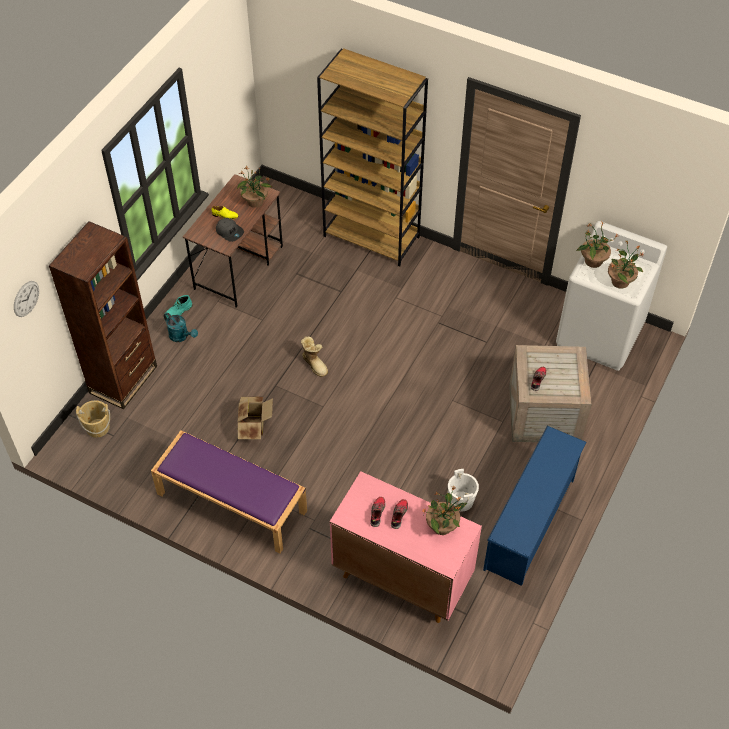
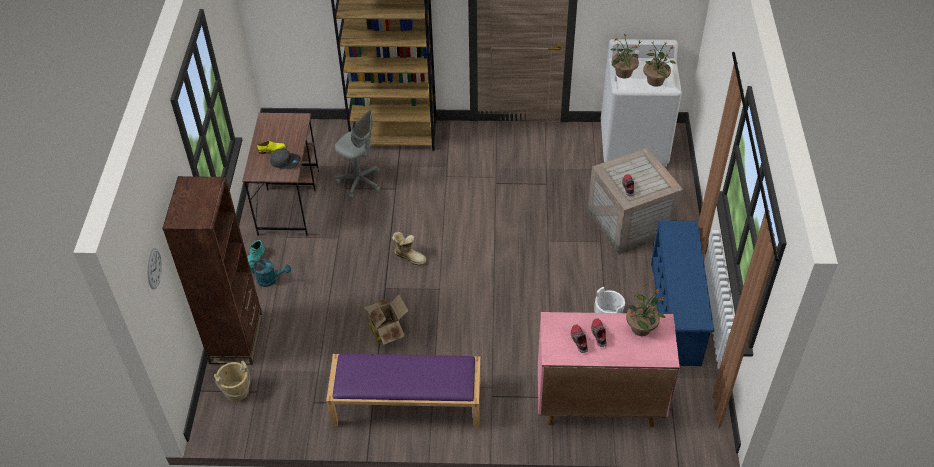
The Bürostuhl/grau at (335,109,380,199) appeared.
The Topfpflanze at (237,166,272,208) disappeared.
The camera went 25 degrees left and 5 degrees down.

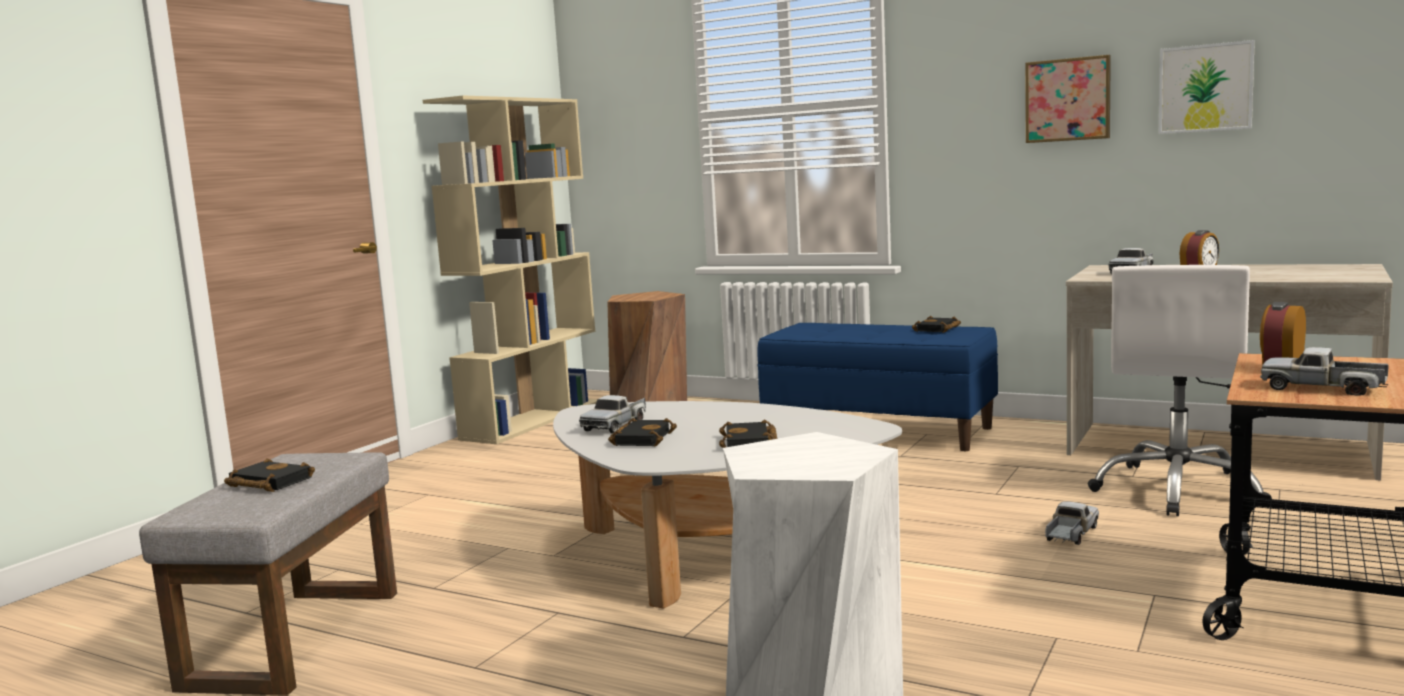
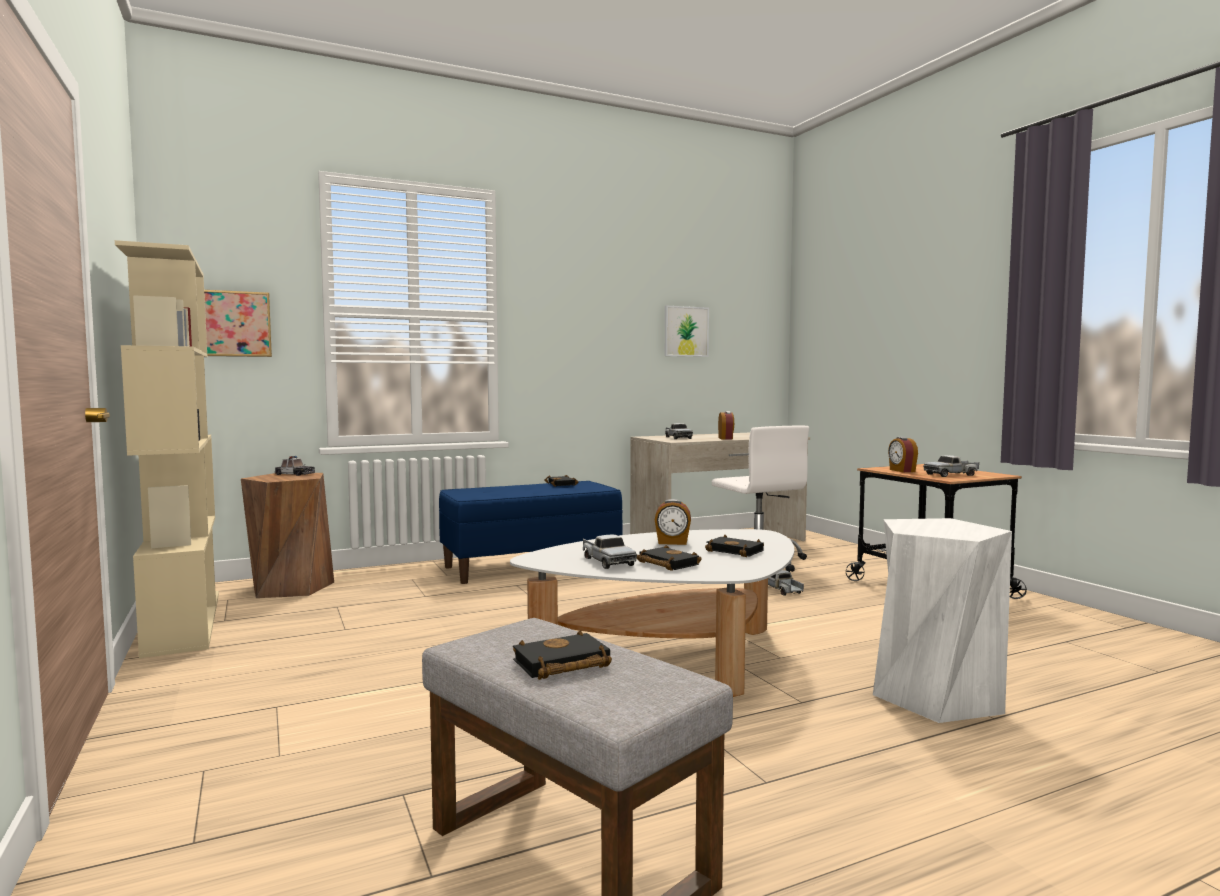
The Bild moved from (1025,55,1111,143) to (204,290,272,357).
The Spielzeugauto at (275,456,315,476) appeared.
The Wecker at (655,499,691,545) appeared.
The camera went 55 degrees left and 5 degrees down.

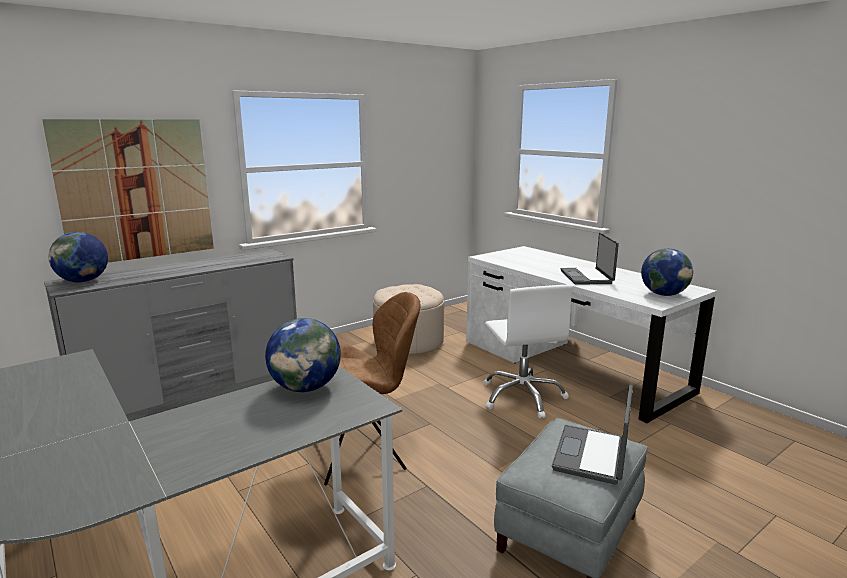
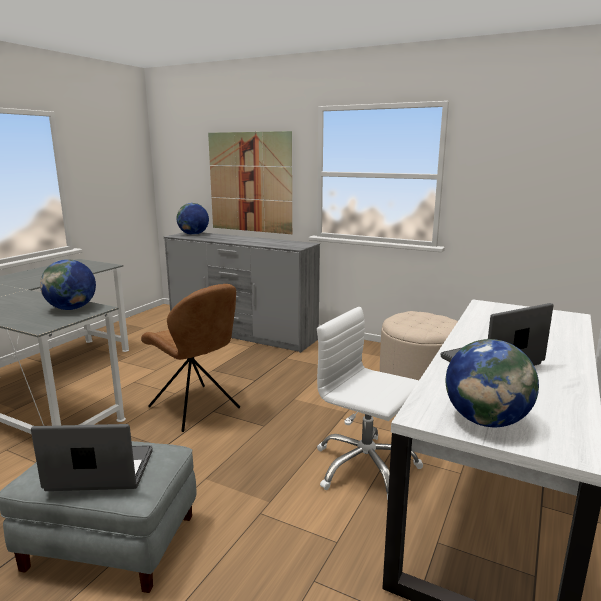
The Bürostuhl/weiß at (483,285,573,419) turned 75 degrees clockwise.
The camera went 65 degrees right and 0 degrees up.

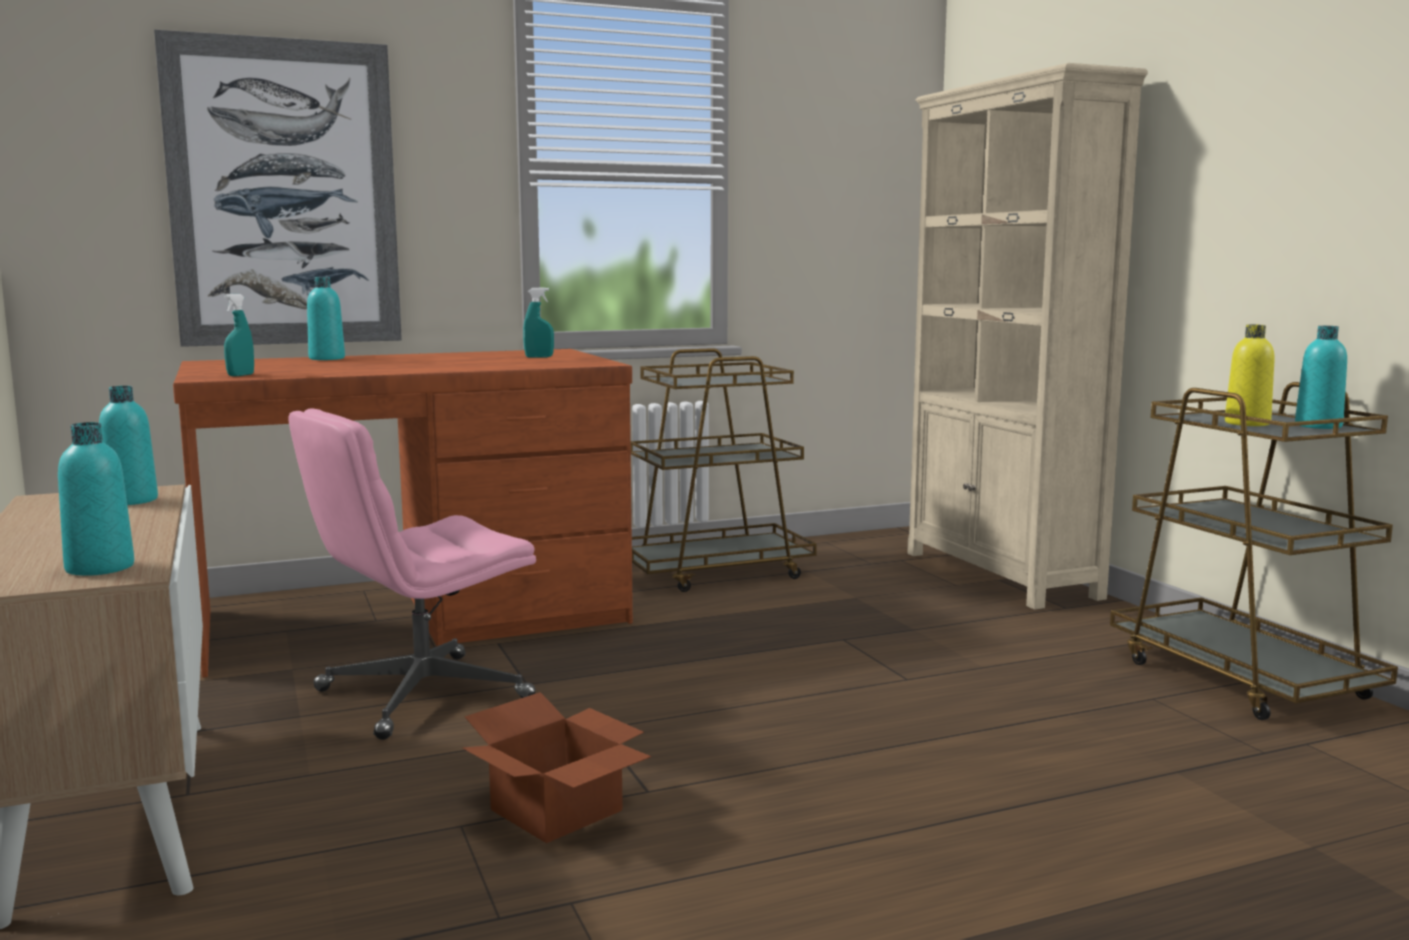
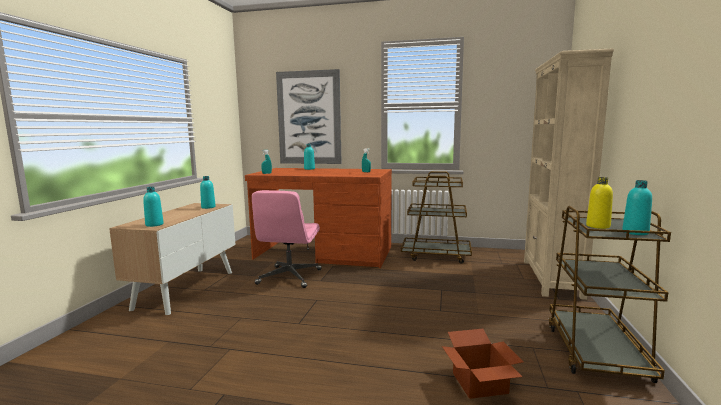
The Bürostuhl/rosa at (288,408,536,740) turned 75 degrees counterclockwise.
The Karton moved from (462,692,652,843) to (442,329,523,399).
The camera went 35 degrees right and 0 degrees up.

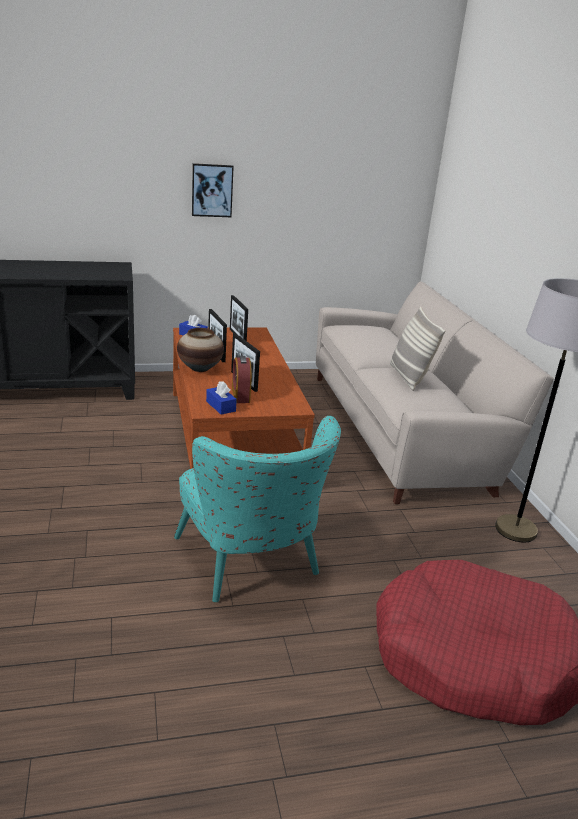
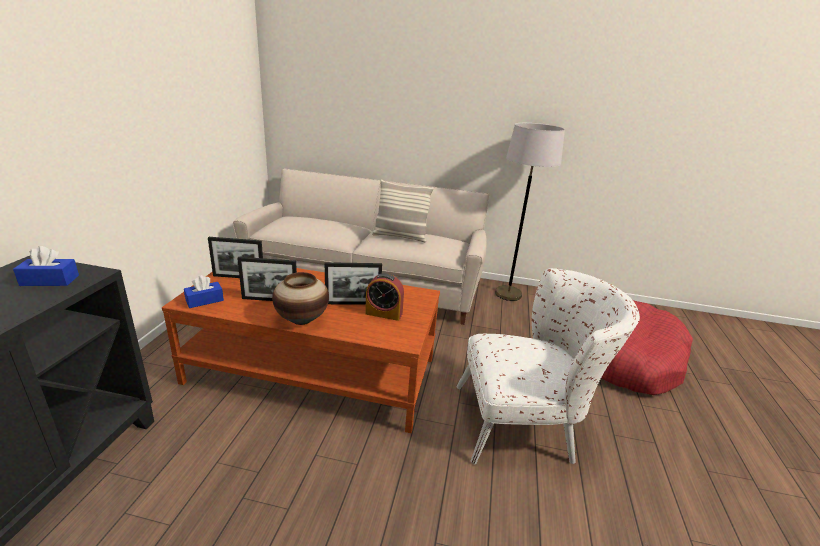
The Taschentuchbox/blau moved from (206,381,237,415) to (13,246,79,286).
The Sessel/türkis at (174,416,341,602) became the Sessel/weiß at (457,268,640,465).
The Bild at (192,163,234,217) disappeared.
The camera went 65 degrees left and 0 degrees up.

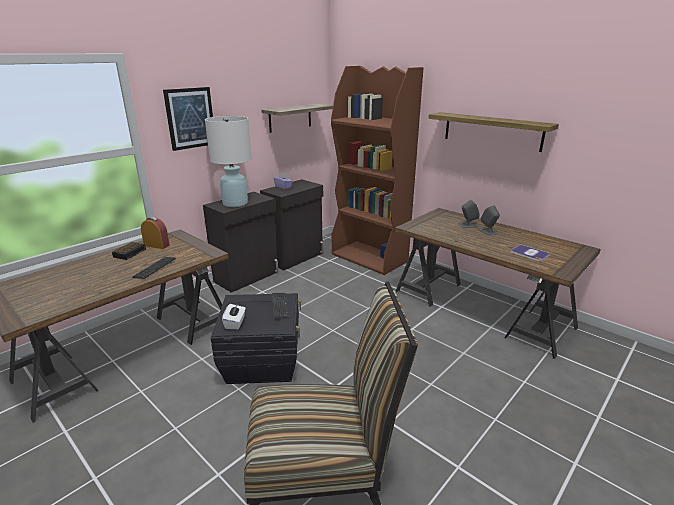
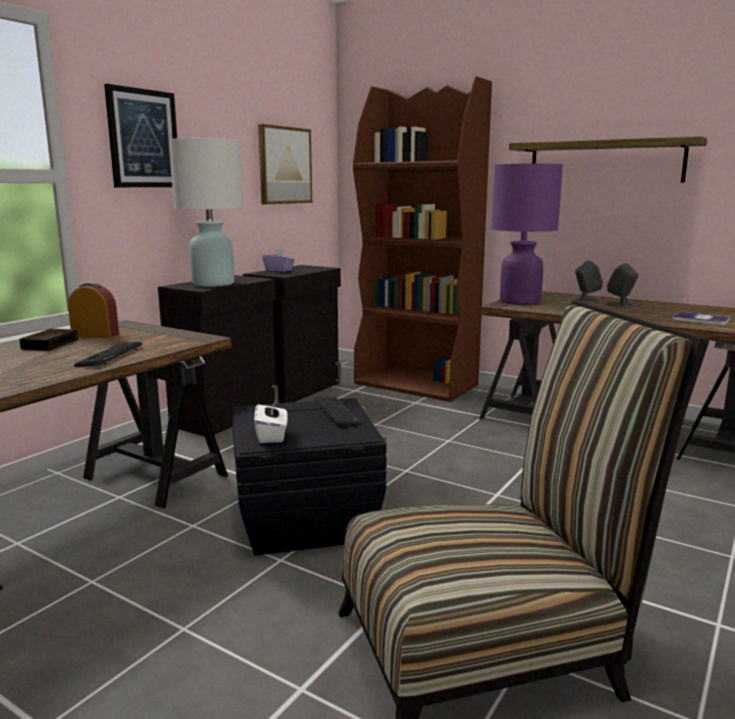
The Wandregal at (261,104,333,133) was replaced by the Bild at (258,124,312,204).
The Tischlampe/lila at (492,163,563,305) appeared.
The camera went 10 degrees left and 10 degrees down.

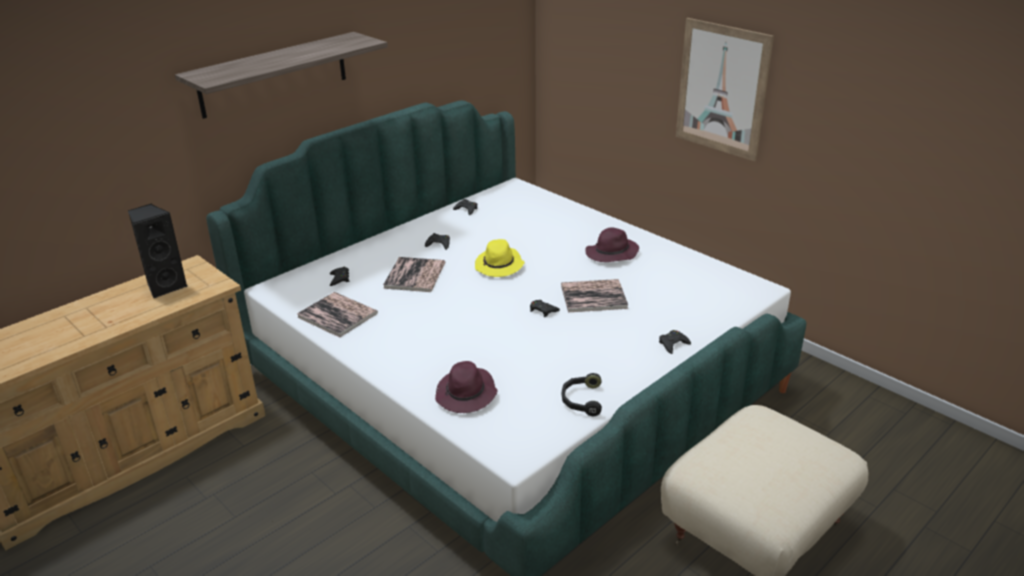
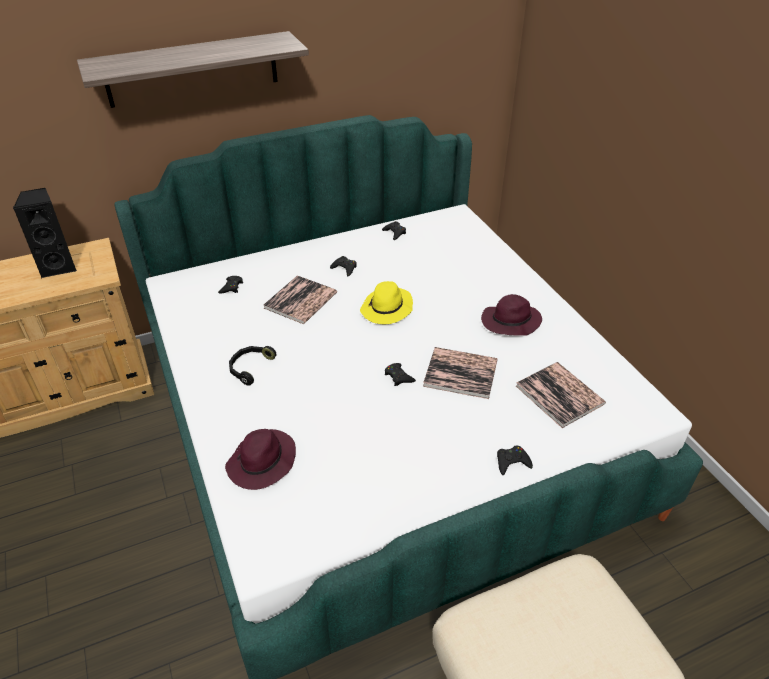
The Kopfhörer/schwarz moved from (562,373,602,416) to (229,346,276,386).
The Buch moved from (297,292,378,338) to (516,362,606,428).
The Bild at (676,18,774,162) disappeared.
The camera went 20 degrees right and 10 degrees up.

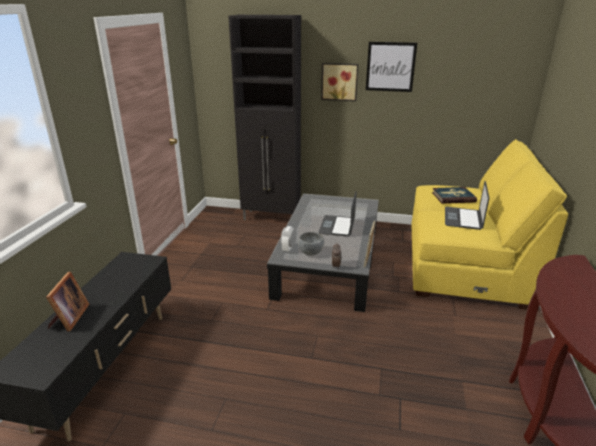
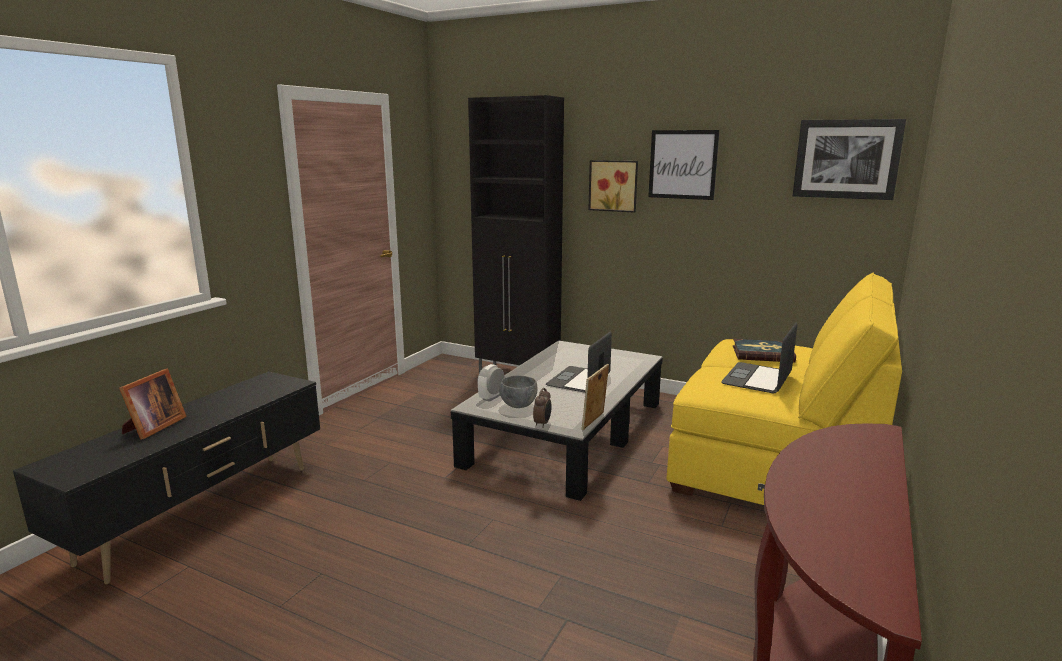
The Bild at (793,119,906,200) appeared.
The camera went 15 degrees right and 10 degrees down.

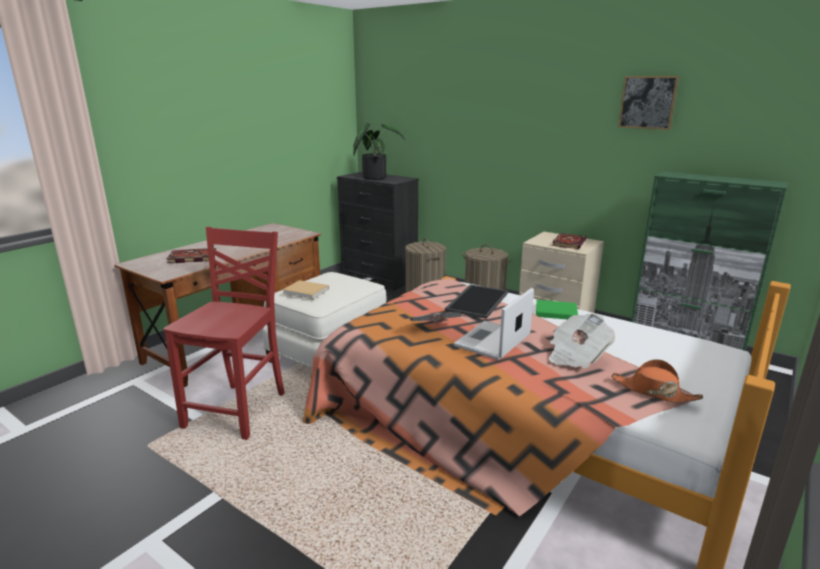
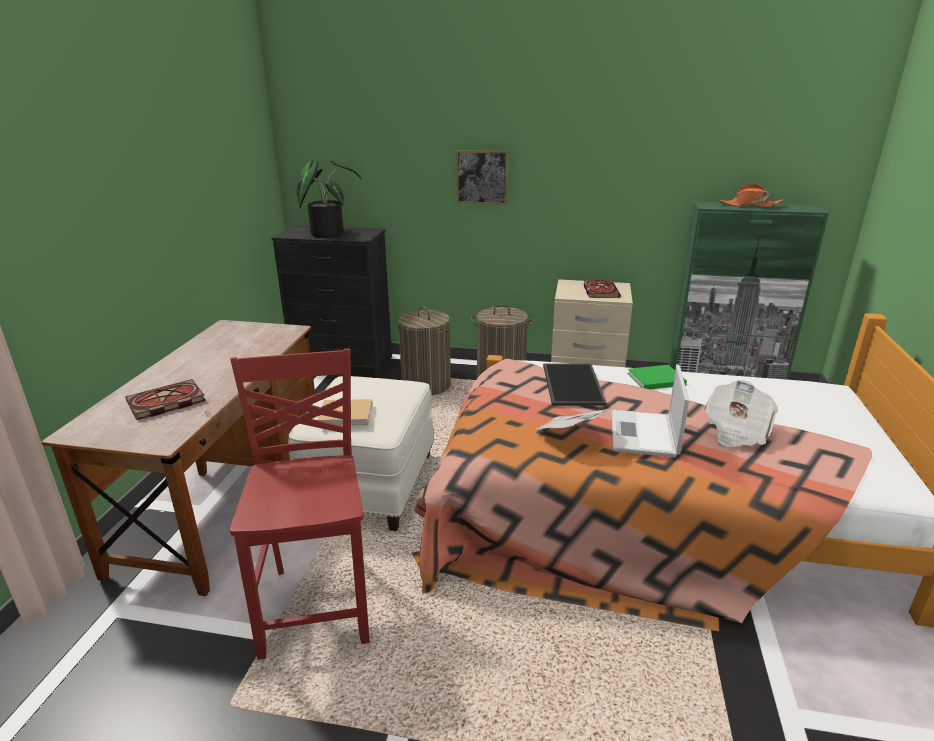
The Bild moved from (618,76,679,130) to (456,150,508,205).
The Hut/orange moved from (611,359,703,403) to (719,183,784,207).
The camera went 25 degrees left and 5 degrees up.

